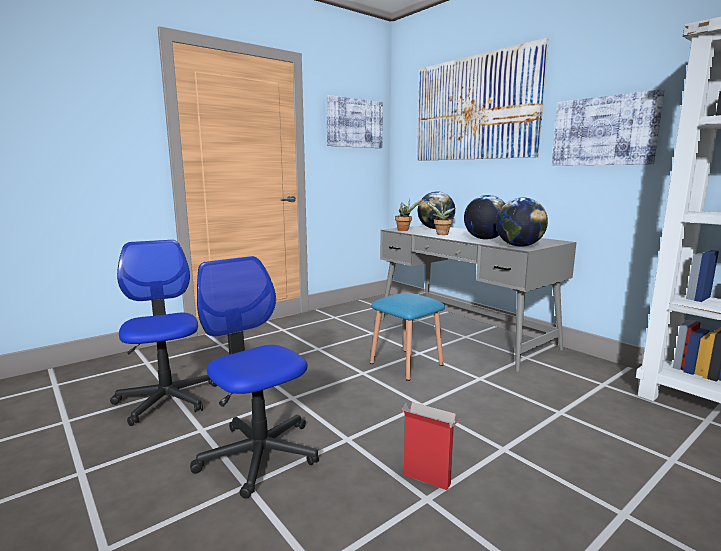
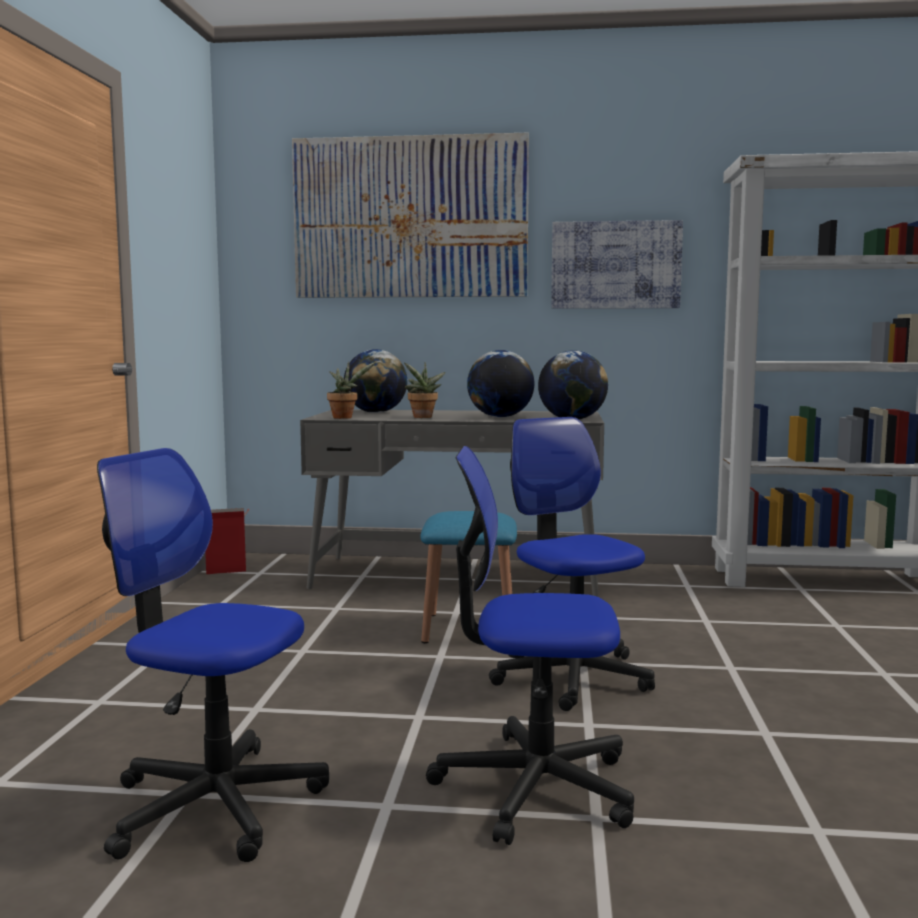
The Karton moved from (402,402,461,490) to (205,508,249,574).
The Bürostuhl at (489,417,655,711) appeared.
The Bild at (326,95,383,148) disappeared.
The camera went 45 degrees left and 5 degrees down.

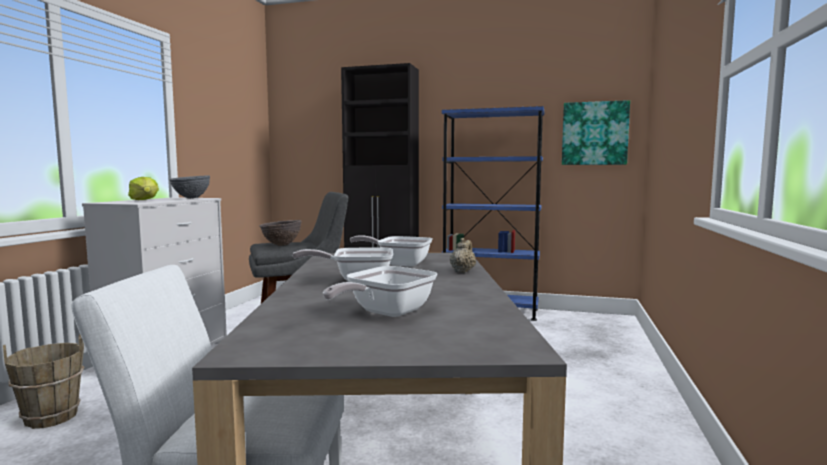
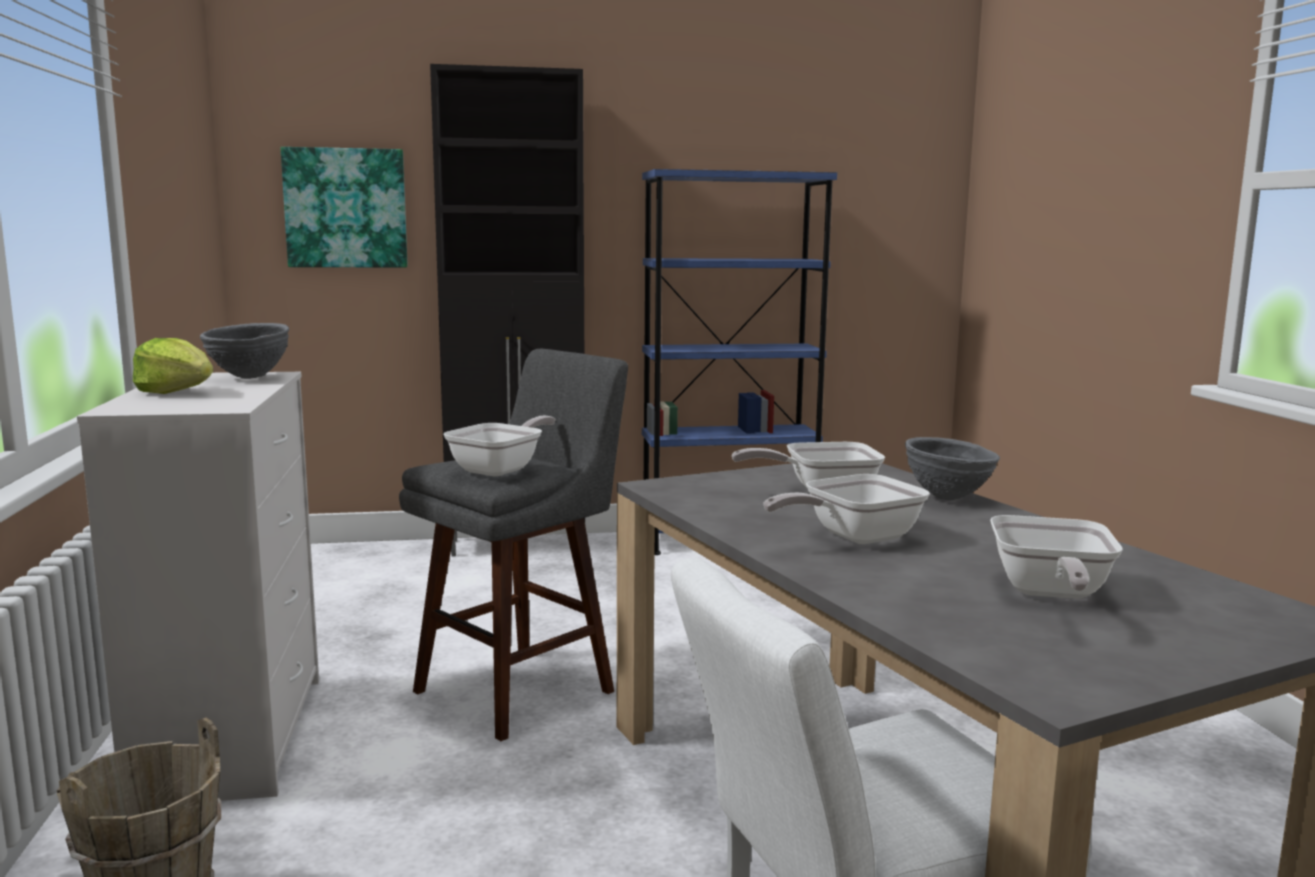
The Bild moved from (562,100,630,165) to (281,147,408,268).
The Schüssel/braun at (259,220,302,246) was replaced by the Pfanne at (443,416,556,476).
The Teekanne/beige at (450,238,476,273) was replaced by the Schüssel/grau at (905,437,1000,501).
The camera went 25 degrees left and 5 degrees up.

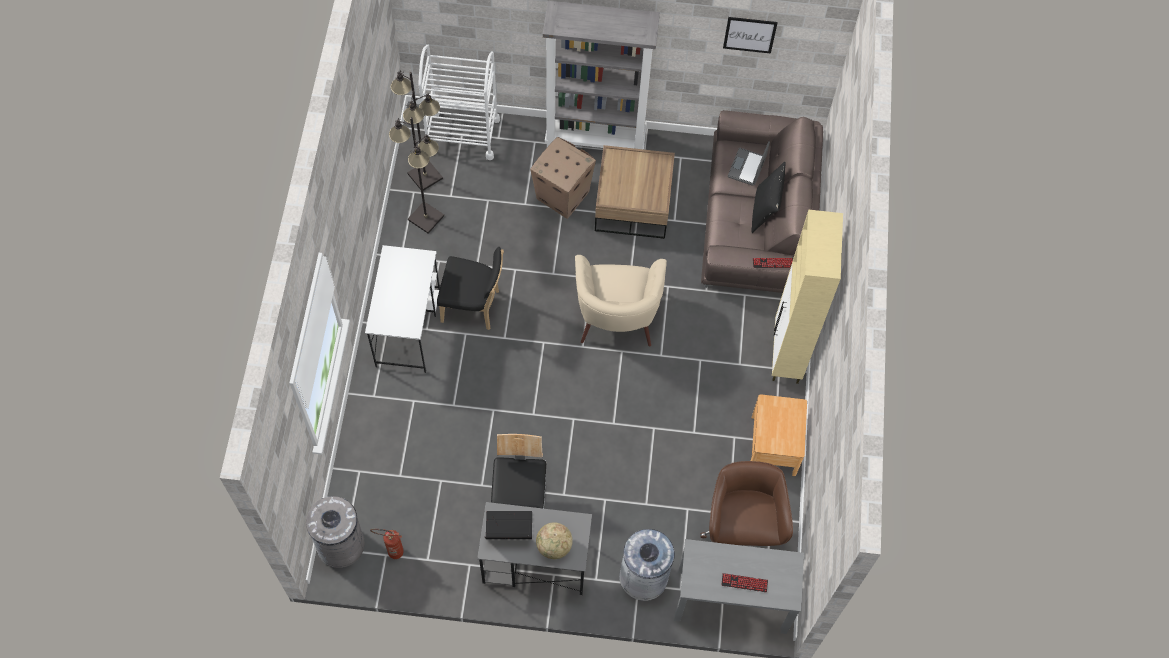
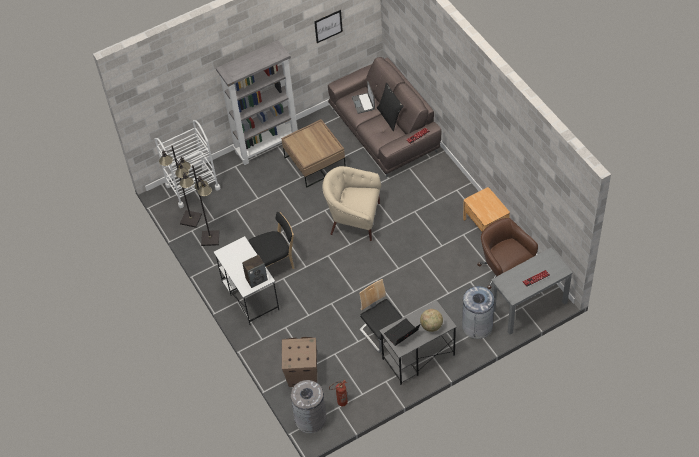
The Lautsprecher at (242,255,268,288) appeared.
The Karton moved from (530,137,596,219) to (282,337,317,387).
The Sessel/beige at (575,255,667,347) turned 135 degrees clockwise.
The Schrank/beige at (772,210,843,384) disappeared.
The camera went 30 degrees left and 10 degrees down.

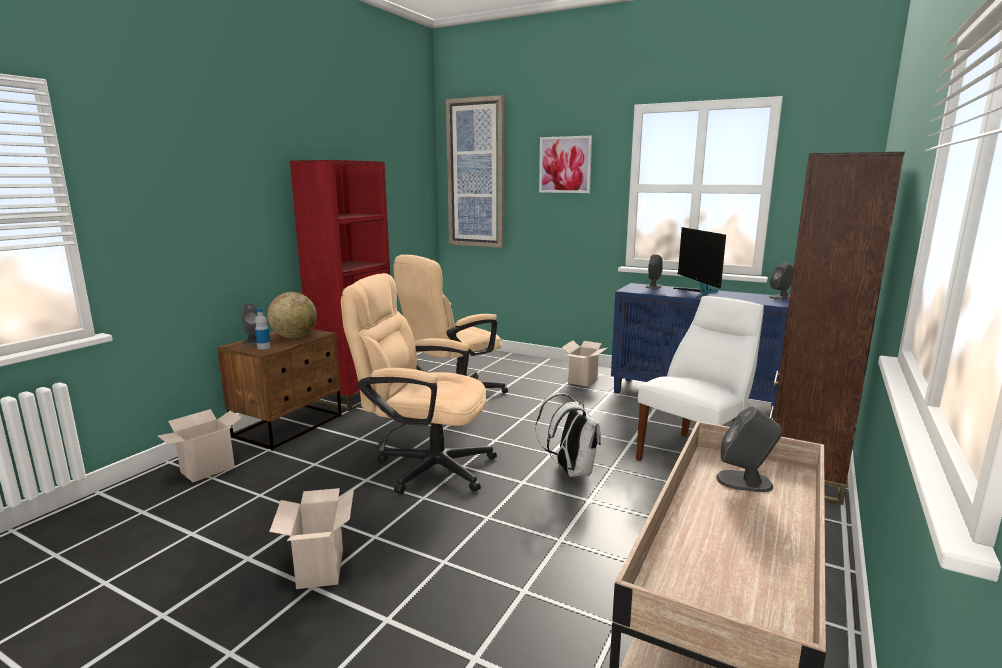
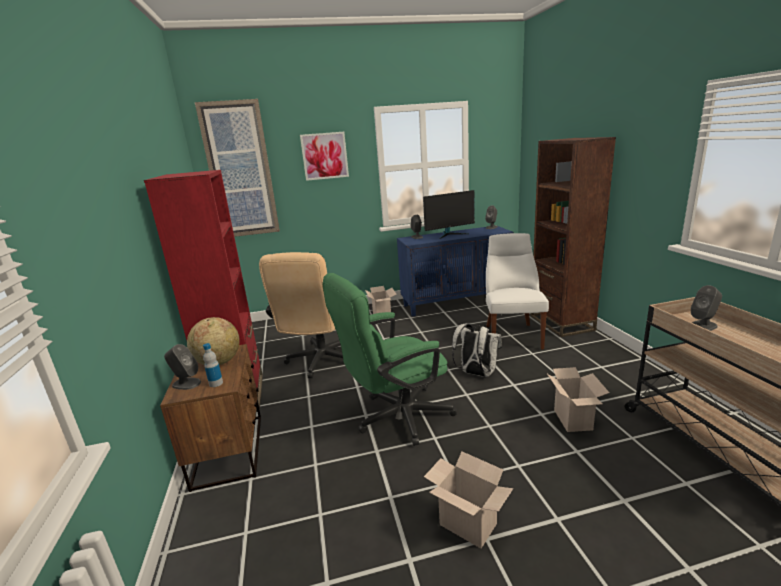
The Bürostuhl/beige at (341,273,497,494) became the Bürostuhl/grün at (323,273,457,446).
The Monitor at (673,227,726,298) turned 60 degrees counterclockwise.
The Karton moved from (157,409,242,482) to (547,367,609,432).
The camera went 40 degrees left and 5 degrees up.

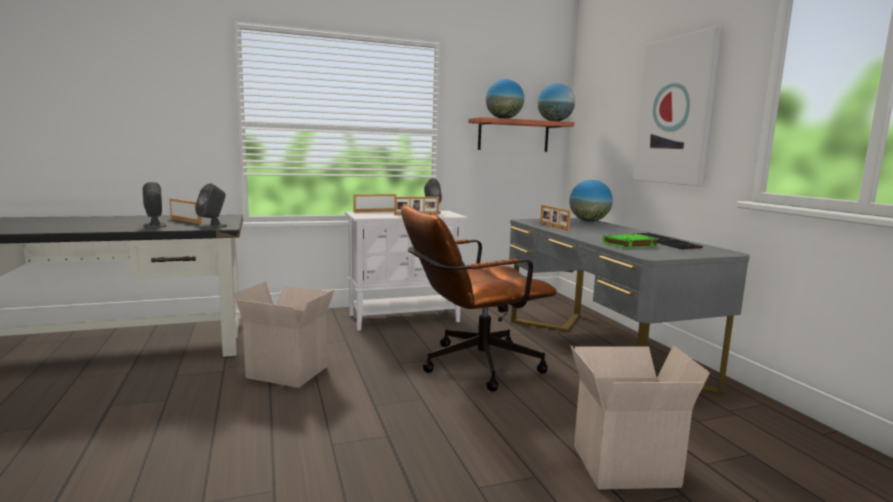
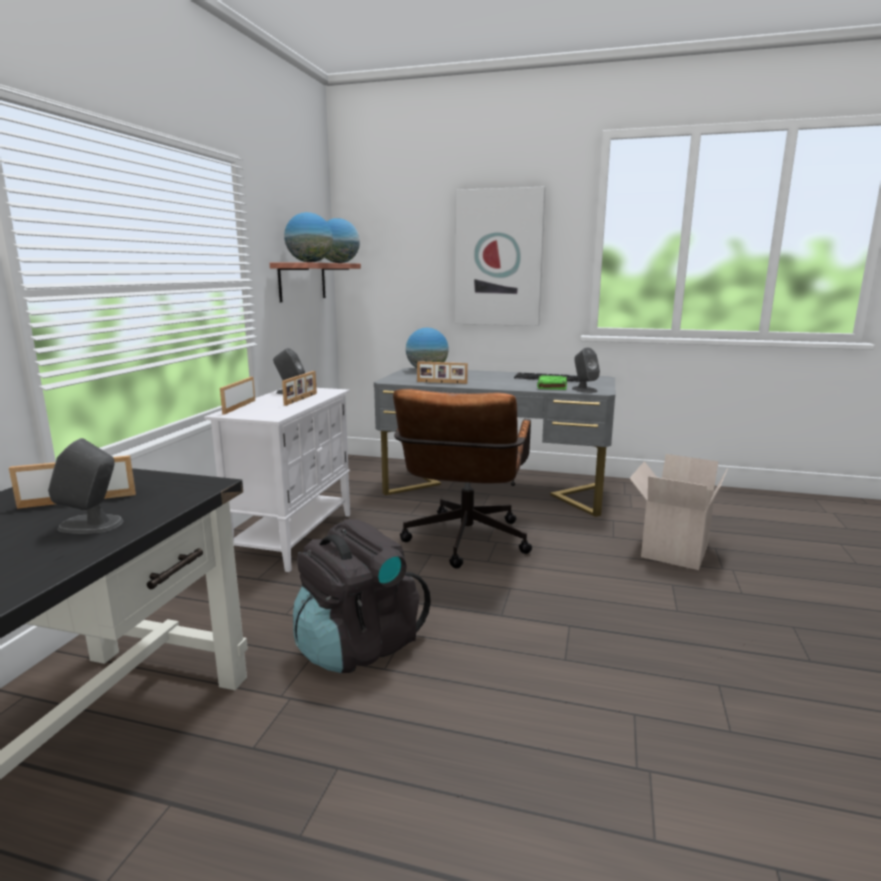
The Karton at (234,282,334,388) was replaced by the Rucksack/schwarz at (293,519,431,673).
The Lautsprecher/grau moved from (195,183,227,229) to (572,347,600,393).
The camera went 55 degrees left and 5 degrees up.

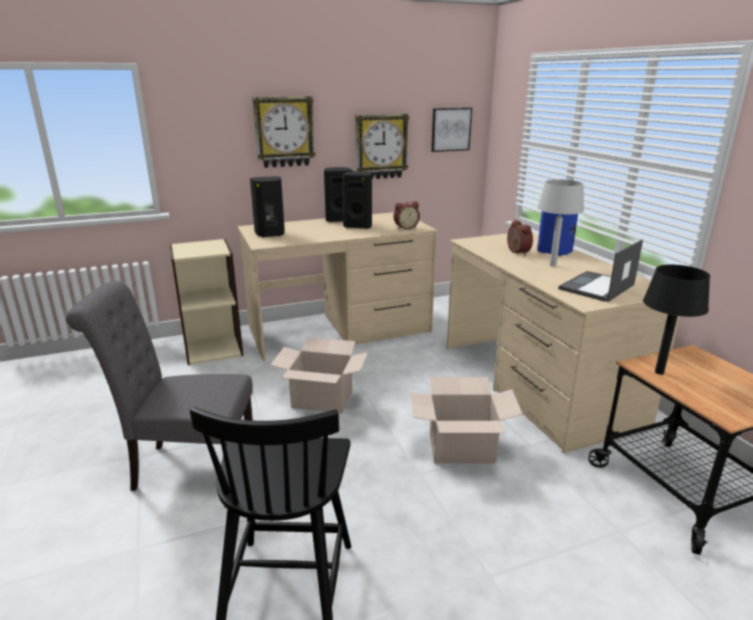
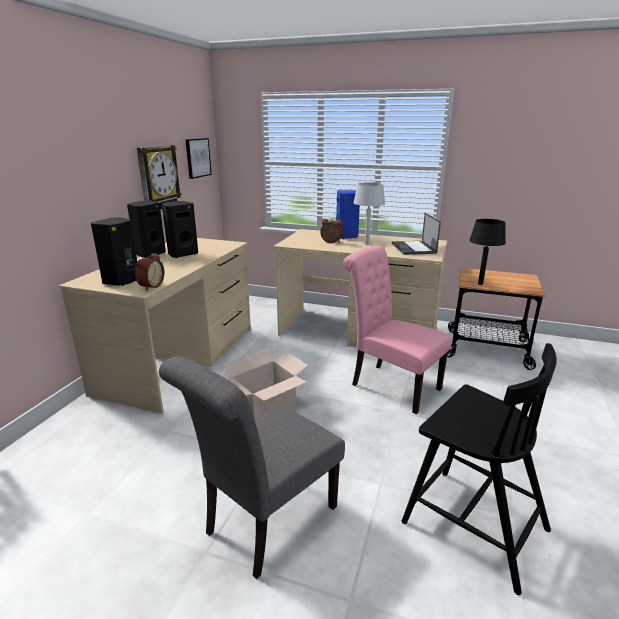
The Wecker moved from (393,201,420,230) to (135,253,164,290).
The Karton at (411,377,523,464) was replaced by the Stuhl/rosa at (343,246,452,414).
The Bücherregal/beige at (170,239,243,365) disappeared.
The Wanduhr at (252,96,316,168) disappeared.
The camera went 50 degrees left and 0 degrees up.

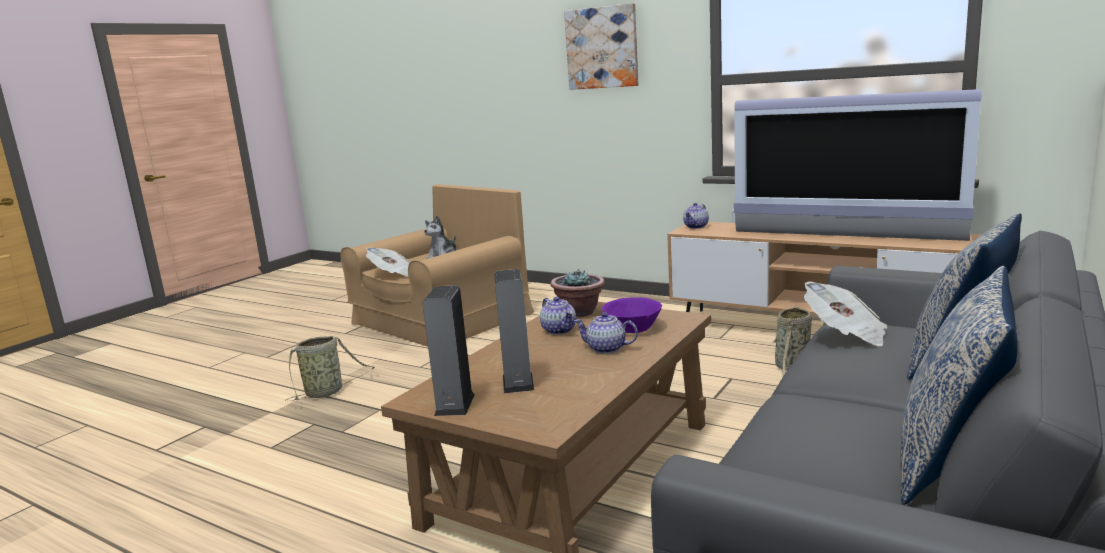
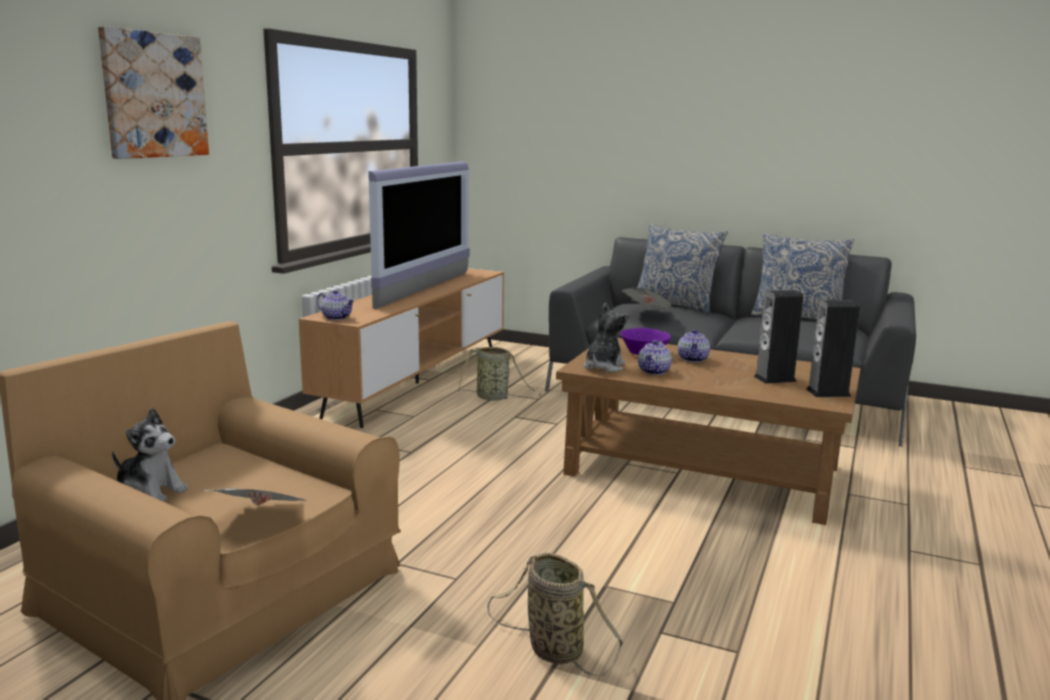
The Topfpflanze at (550,270,605,317) was replaced by the Plüschtier at (583,303,629,372).
The Teekanne at (540,297,576,335) turned 150 degrees clockwise.
The camera went 100 degrees left and 0 degrees up.

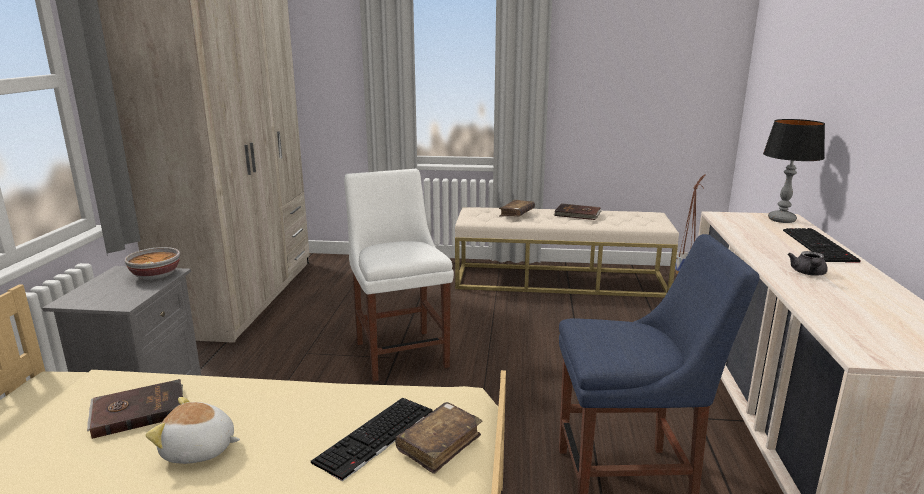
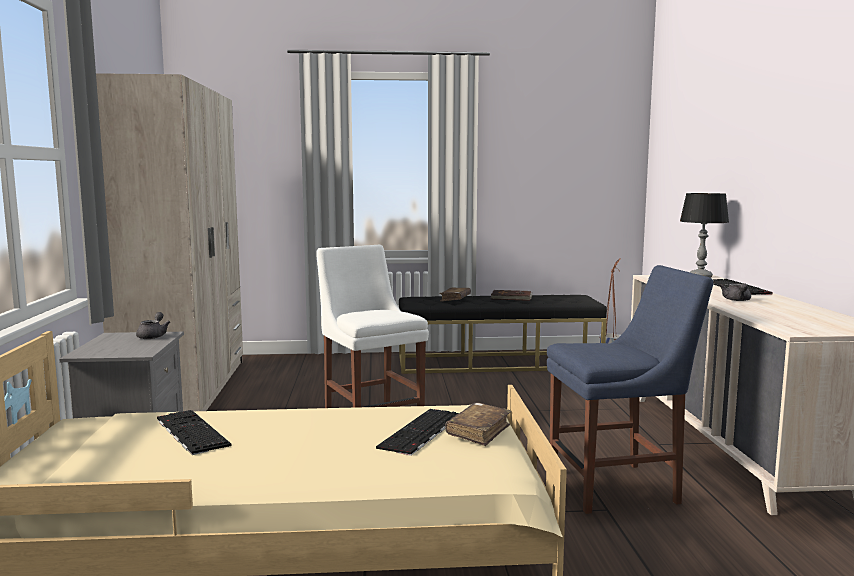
The Schüssel at (125,247,180,280) was replaced by the Teekanne/grau at (136,312,170,339).
The Buch/braun at (87,379,183,439) was replaced by the Tastatur at (157,410,231,455).
The Bank/beige at (455,207,679,298) became the Bank/schwarz at (399,295,607,374).
The Plüschtier at (145,397,240,464) disappeared.
The camera went 10 degrees left and 10 degrees down.

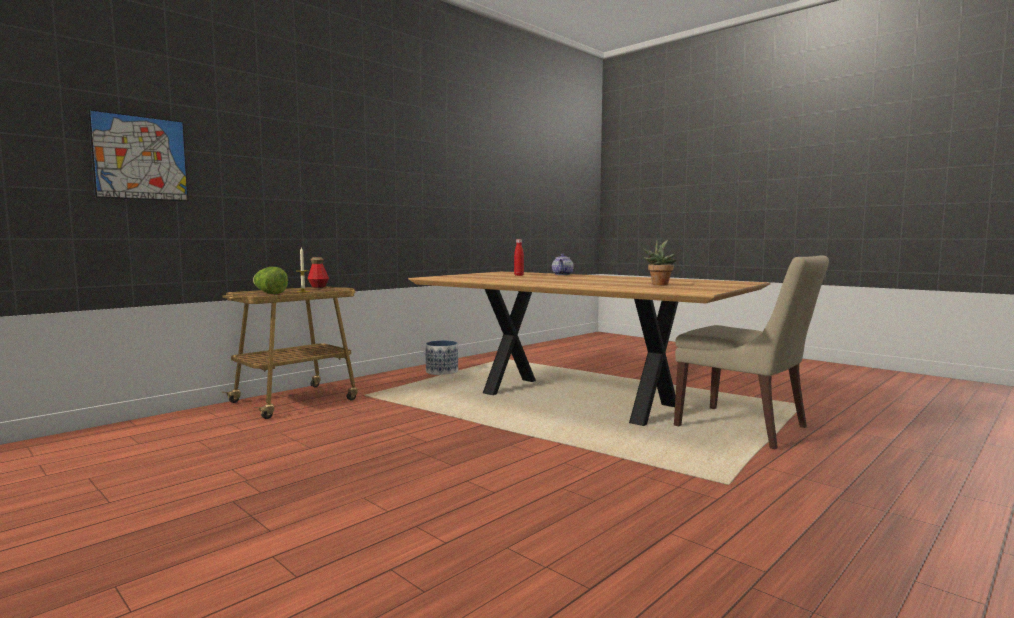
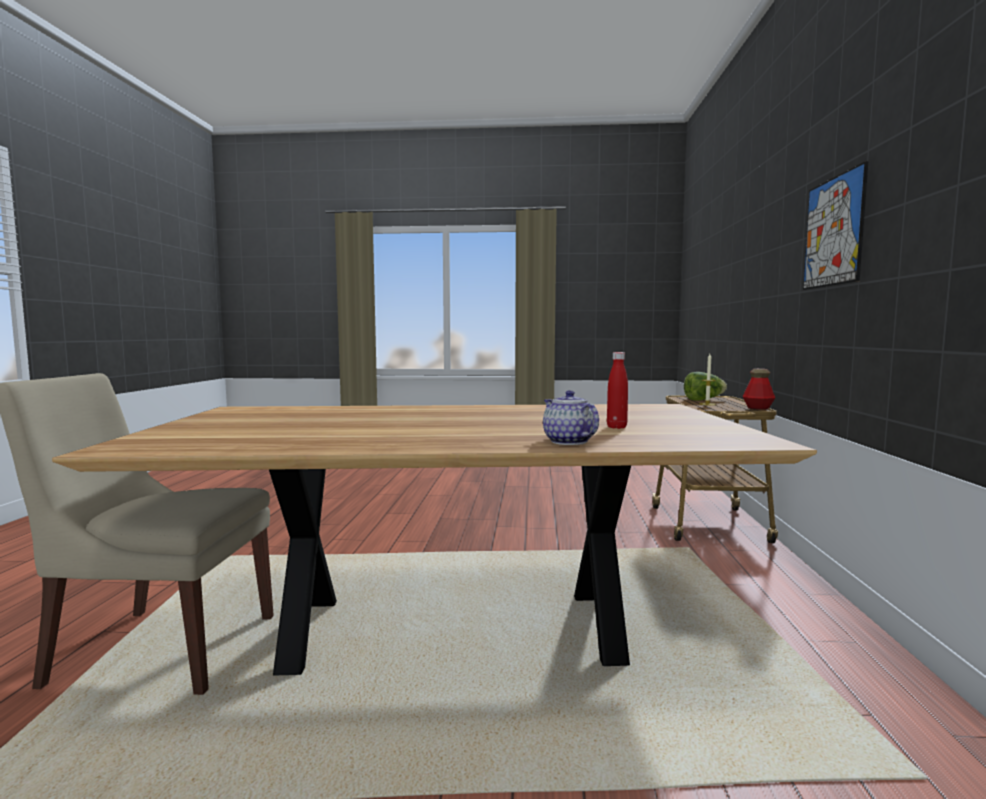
The Bild moved from (88,109,189,202) to (803,161,868,290).
The Pflanzkübel at (425,340,458,375) disappeared.
The Topfpflanze at (643,240,676,285) disappeared.
The camera went 140 degrees right and 0 degrees up.

